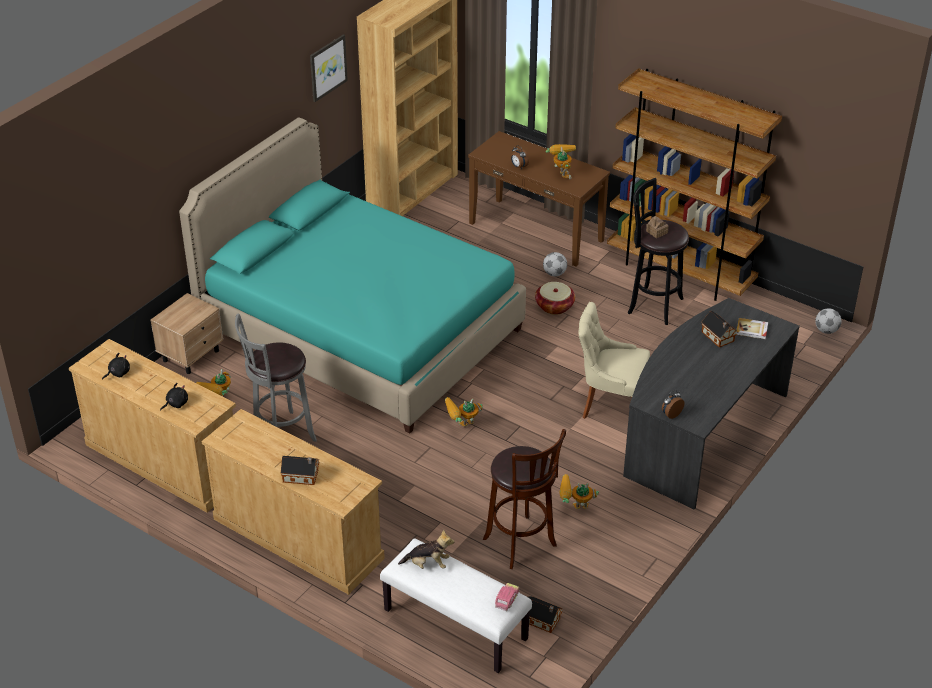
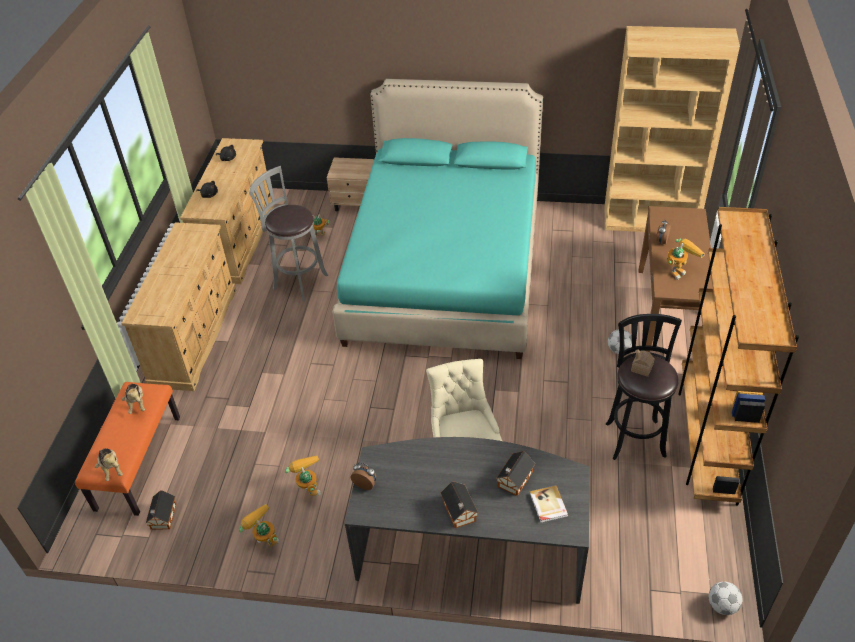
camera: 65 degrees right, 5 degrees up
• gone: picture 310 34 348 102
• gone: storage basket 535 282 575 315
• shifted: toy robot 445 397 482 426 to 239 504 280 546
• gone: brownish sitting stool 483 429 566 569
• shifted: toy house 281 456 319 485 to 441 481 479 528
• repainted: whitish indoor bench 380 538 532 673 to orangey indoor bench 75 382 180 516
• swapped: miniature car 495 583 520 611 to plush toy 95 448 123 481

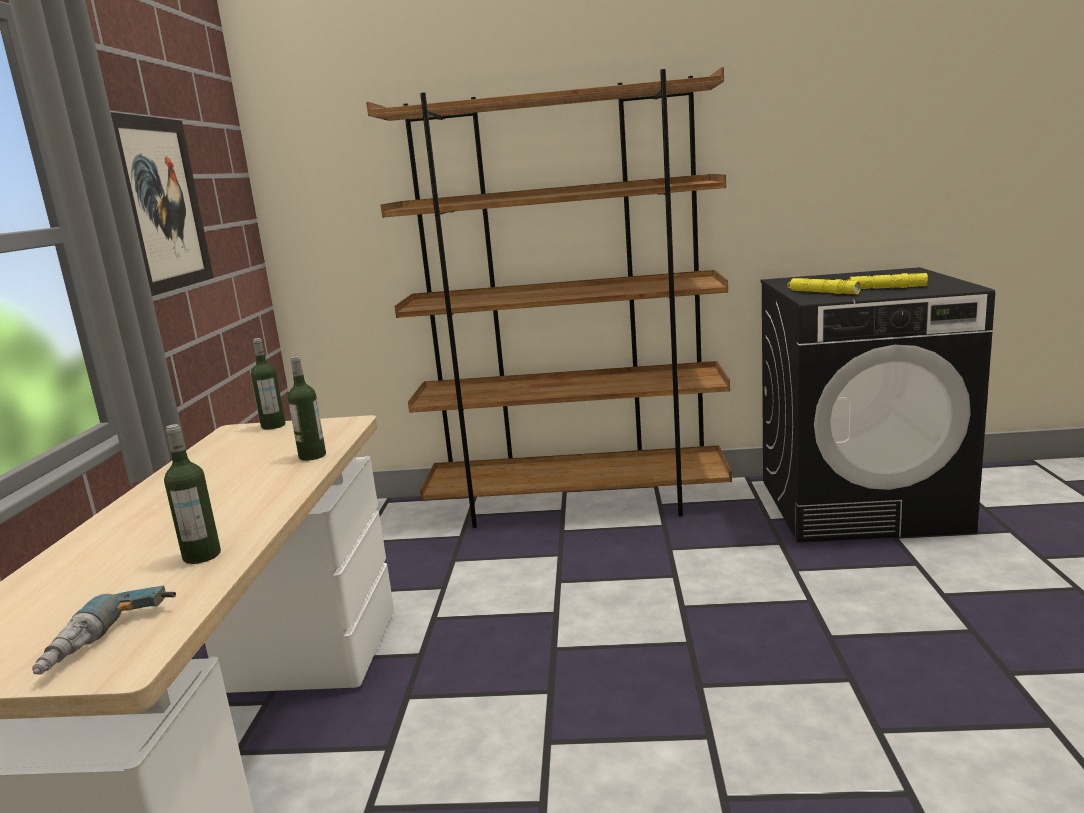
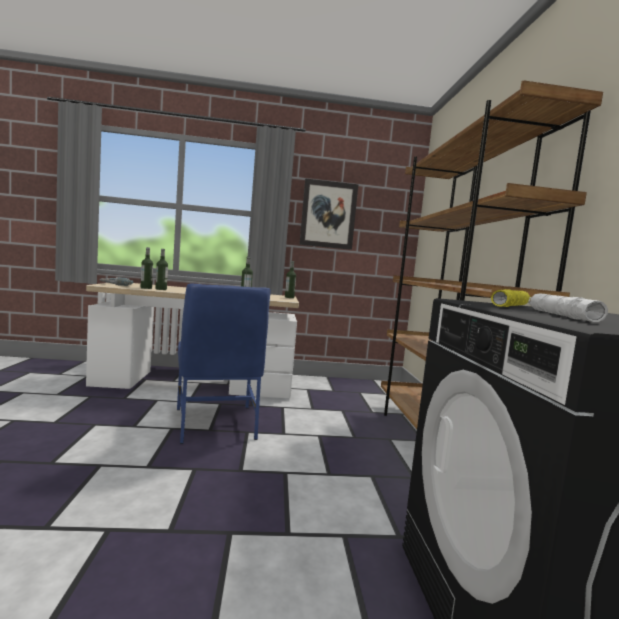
camera: 80 degrees right, 10 degrees down
• repainted: yellow-coloured torch 847 273 928 289 to whitish torch 528 293 608 322
• new: beverage bottle 141 247 153 289
• new: blue upright chair 177 284 271 444

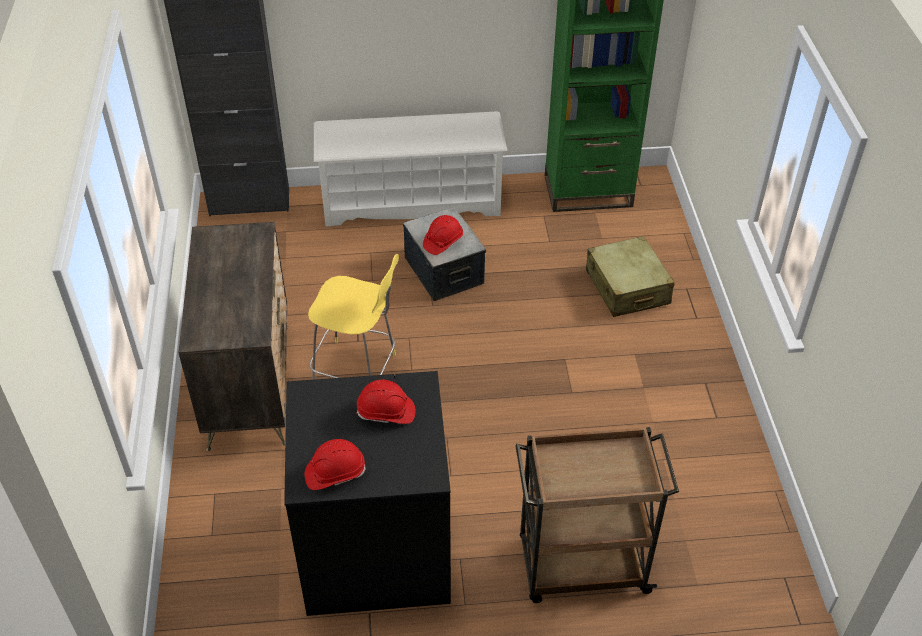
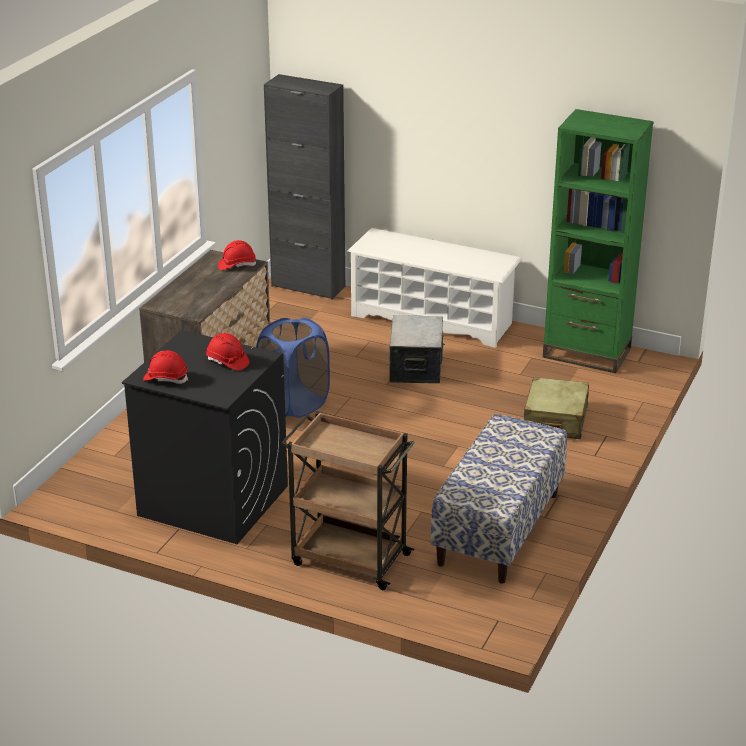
camera: 30 degrees right, 15 degrees down
• shifted: red-coloured hard hat 423 215 463 255 to 218 240 256 270
• swapped: yellow-coloured sitting stool 308 254 399 380 to blue laundry basket 256 318 330 418
• new: indoor bench 431 414 567 584

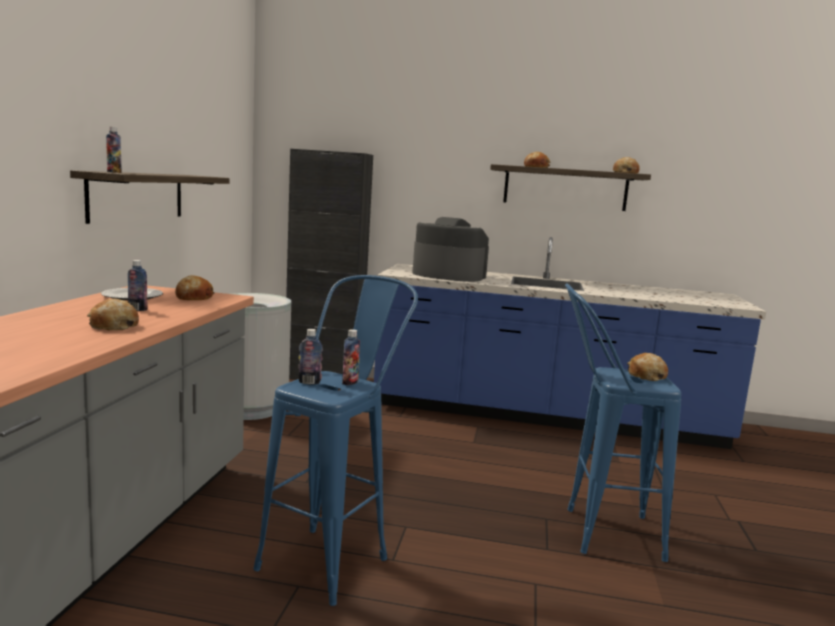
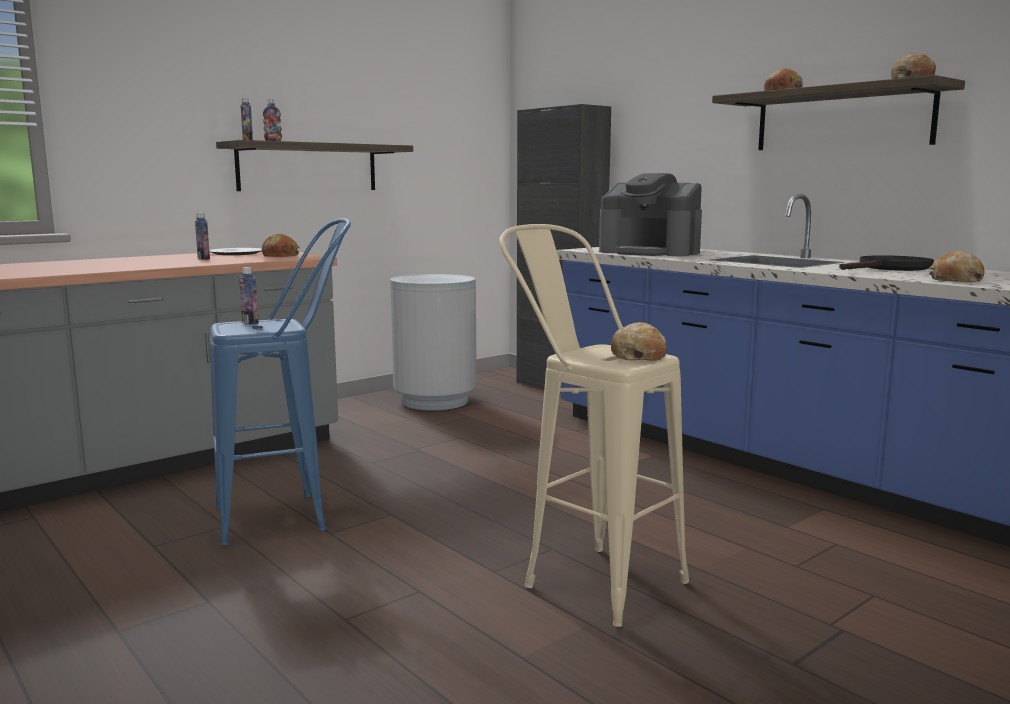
camera: 40 degrees right, 0 degrees up
• rotated: coffee brewer 413 217 489 282 = 599 173 702 256 150 degrees clockwise
• repainted: blue sitting stool 565 283 681 562 to beige-coloured sitting stool 499 224 689 627
• shifted: bread 87 299 139 330 to 929 251 985 282
• shifted: beverage bottle 342 329 360 385 to 263 99 282 141
• new: black-coloured skillet 839 255 934 271

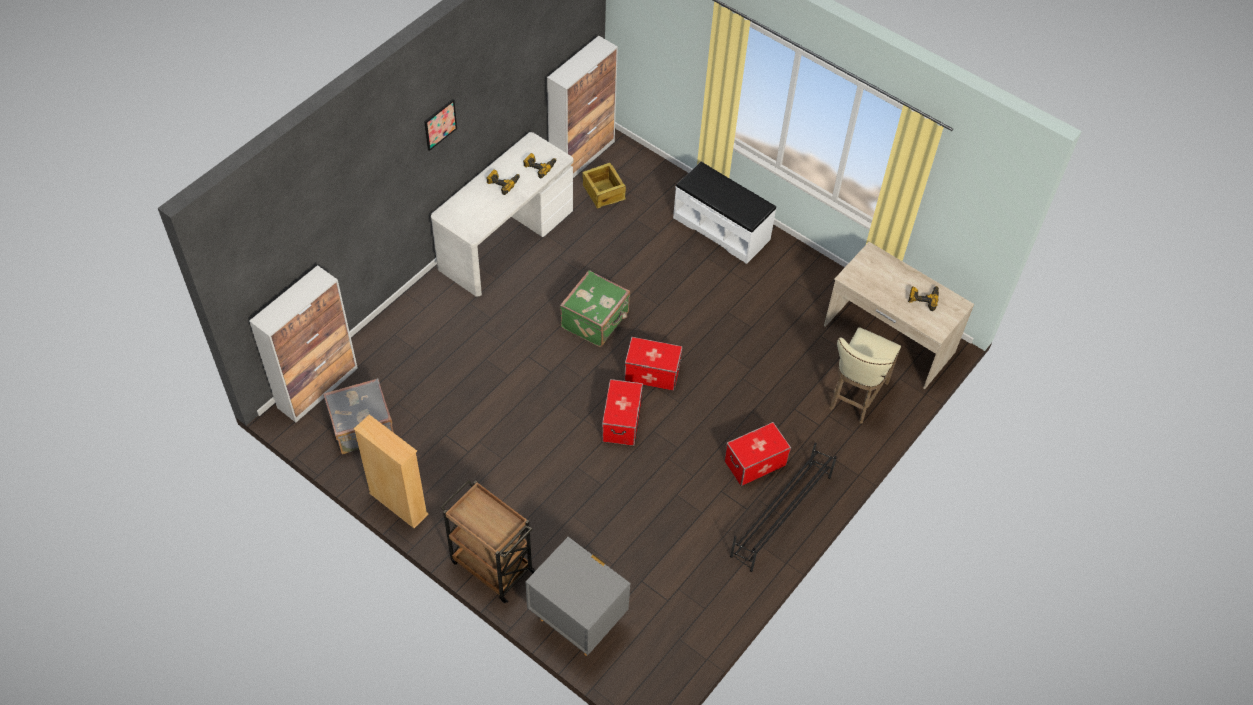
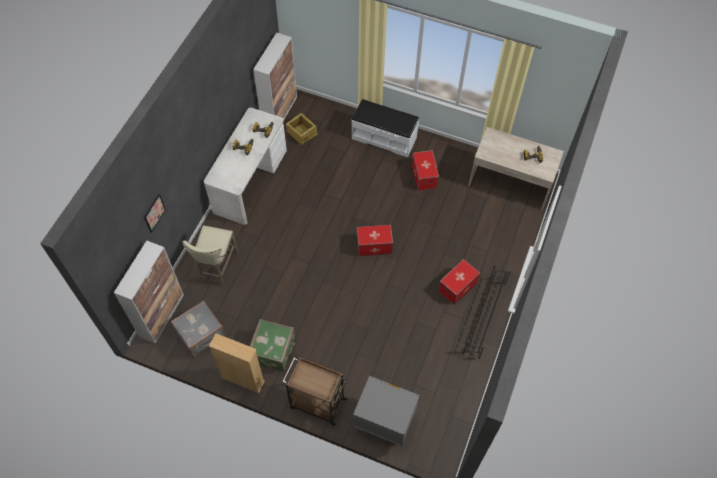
camera: 15 degrees left, 5 degrees up
• shifted: picture 424 99 457 151 to 144 194 166 233
• shifted: green-coloured piece of luggage 560 270 630 347 to 250 319 296 371
• shifted: beige-coloured sitting stool 829 327 901 424 to 182 225 238 286
• shifted: storage bin 602 379 643 446 to 412 150 439 191

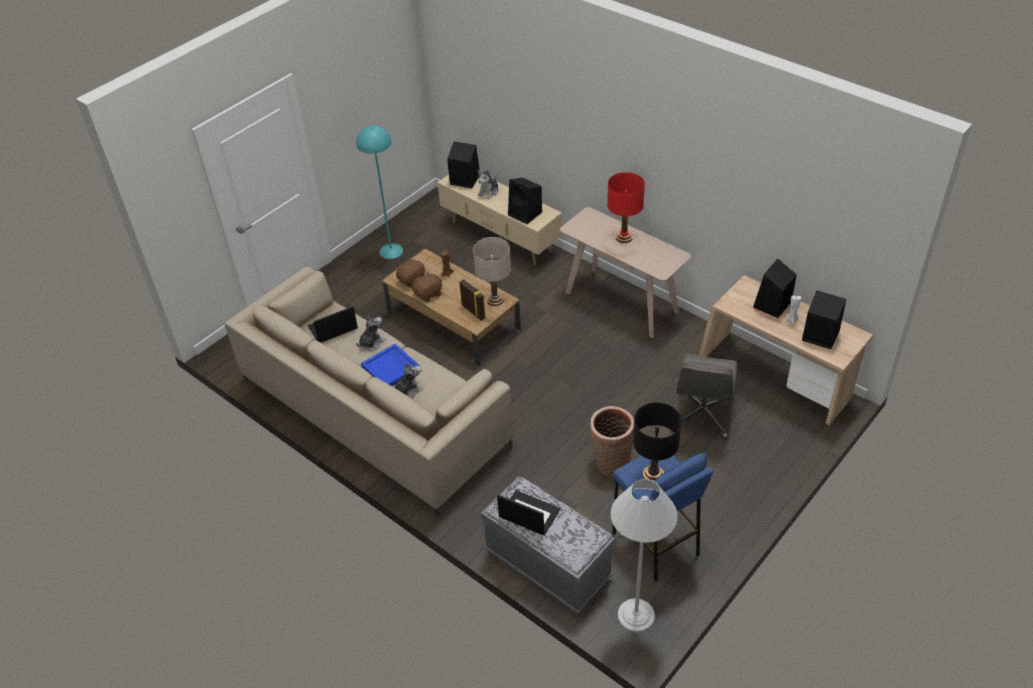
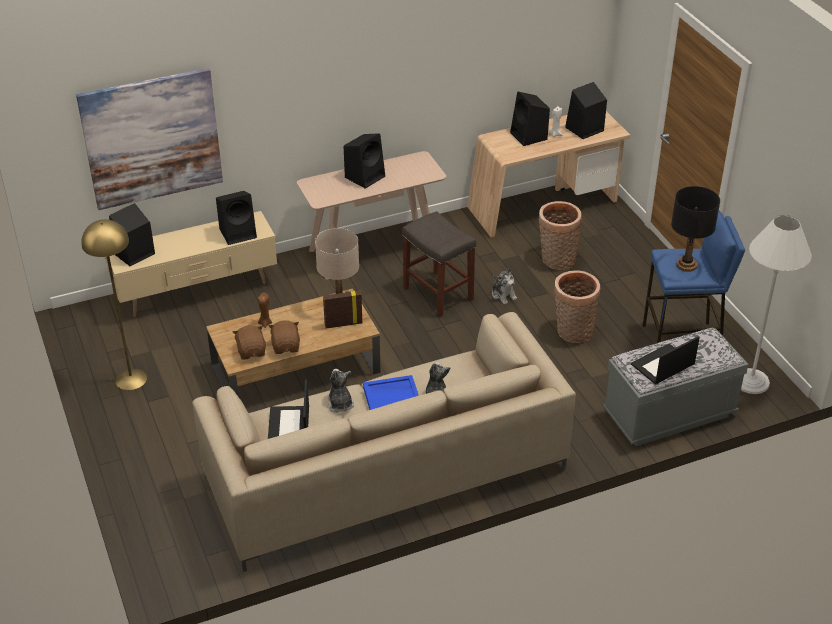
camera: 65 degrees left, 5 degrees down
• repainted: blue-green standard lamp 356 125 403 259 to yellow-coloured standard lamp 81 219 147 390
• shifted: plush toy 478 170 499 199 to 492 268 517 304
• swapped: red-coloured lamp for a table 607 172 645 243 to black-coloured loudspeaker 344 133 385 189
• swapped: gray office chair 676 353 738 439 to storage basket 538 201 582 270
• new: picture 76 68 223 210
• new: gray sitting stool 402 211 476 317

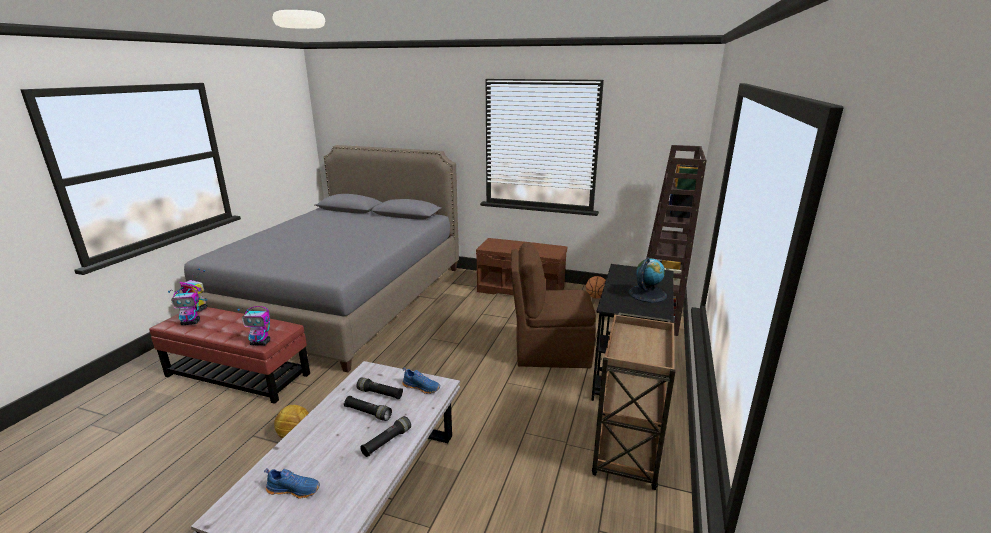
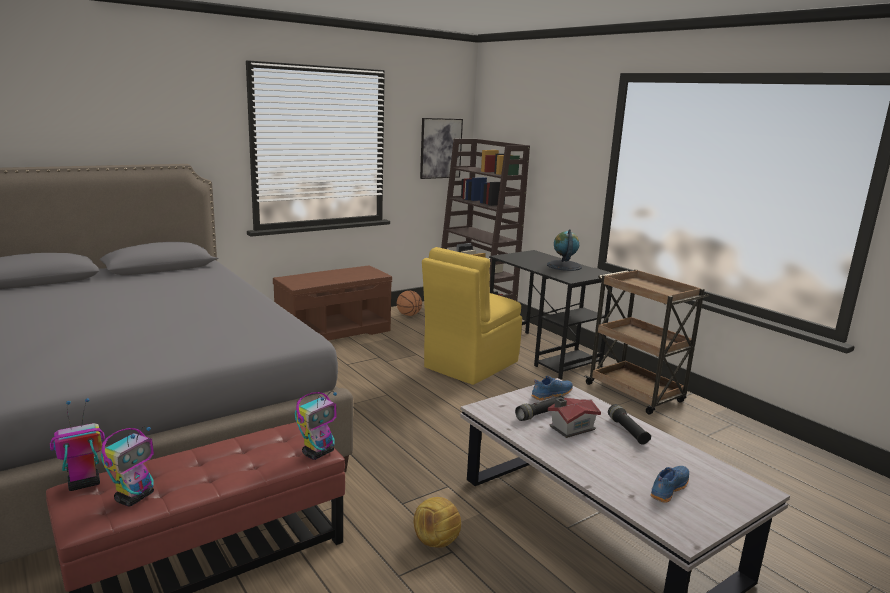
camera: 55 degrees left, 5 degrees down
• repainted: brownish upright chair 511 242 596 368 to yellow-coloured upright chair 422 247 522 385
• swapped: black-coloured torch 344 396 392 421 to toy house 548 398 601 438
• new: picture 420 118 463 179

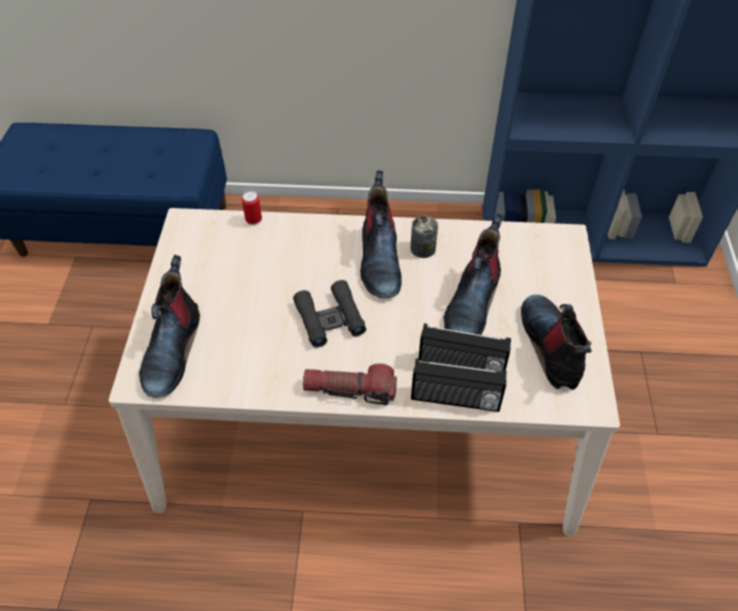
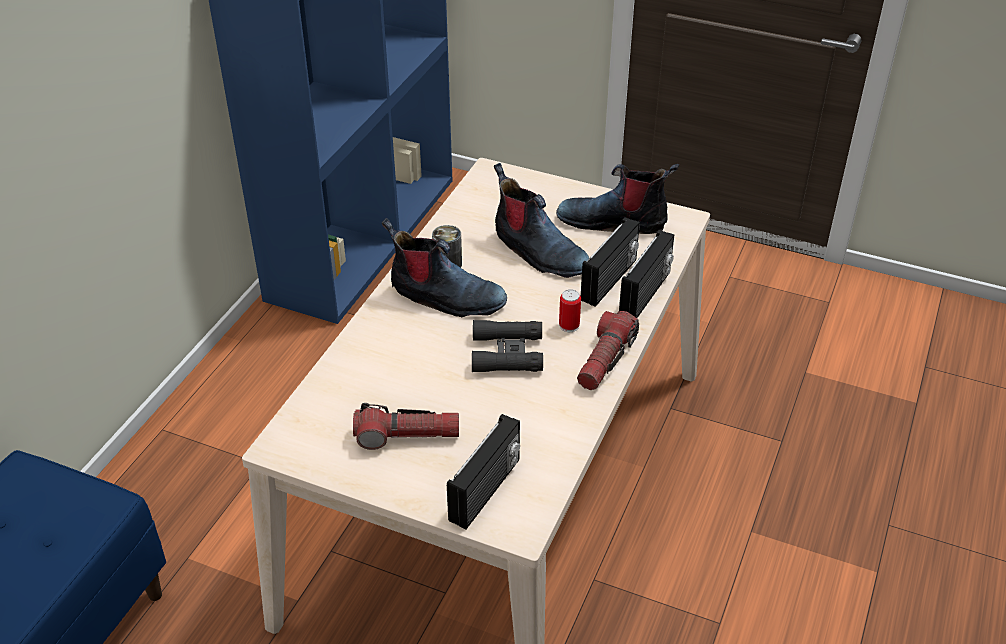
camera: 70 degrees left, 10 degrees down
• shifted: metal can 242 191 262 226 to 559 289 581 332
• swapped: high-top boot 139 255 200 398 to radio set 447 414 520 530
• new: torch 353 403 459 450

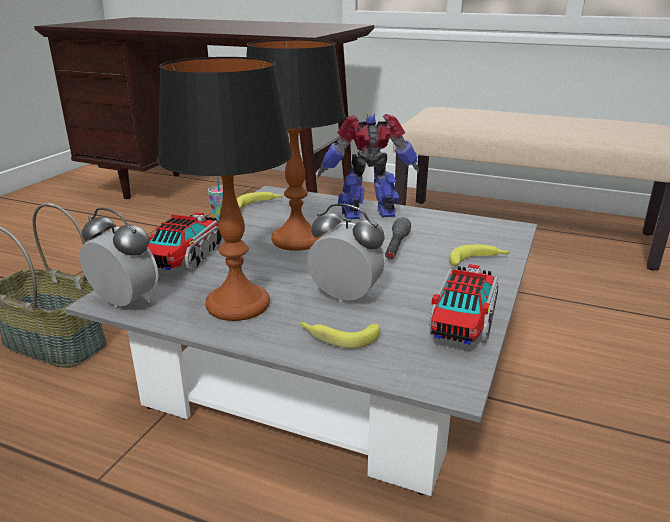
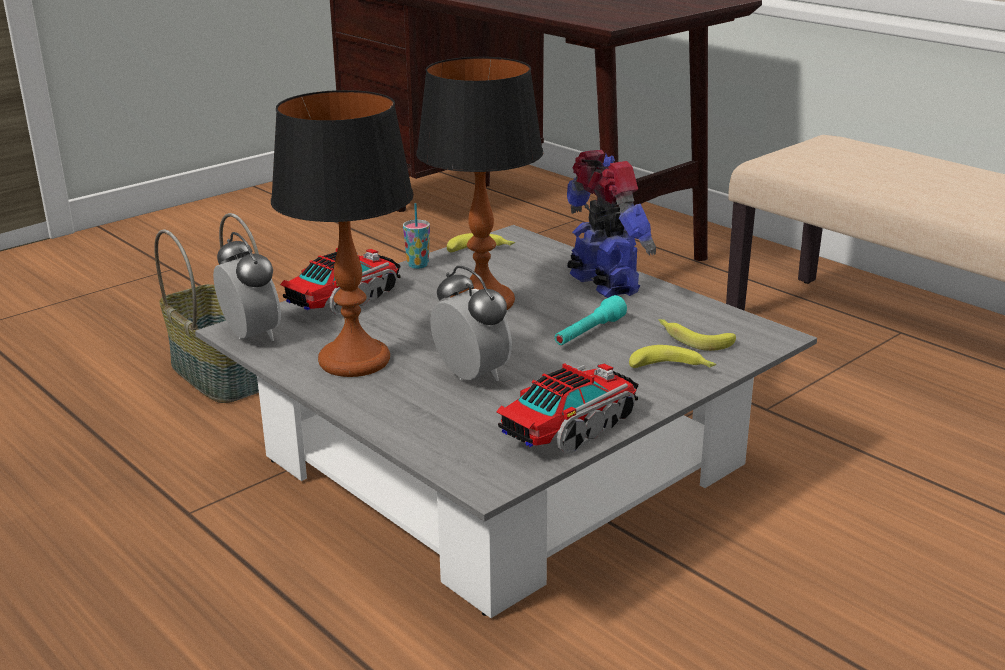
camera: 25 degrees right, 0 degrees up
• rotated: toy robot 318 113 419 219 = 567 150 656 298 45 degrees clockwise
• repainted: gray torch 385 217 411 260 to blue-green torch 555 295 627 345
• shifted: whole banana 299 322 380 349 to 659 319 736 351

